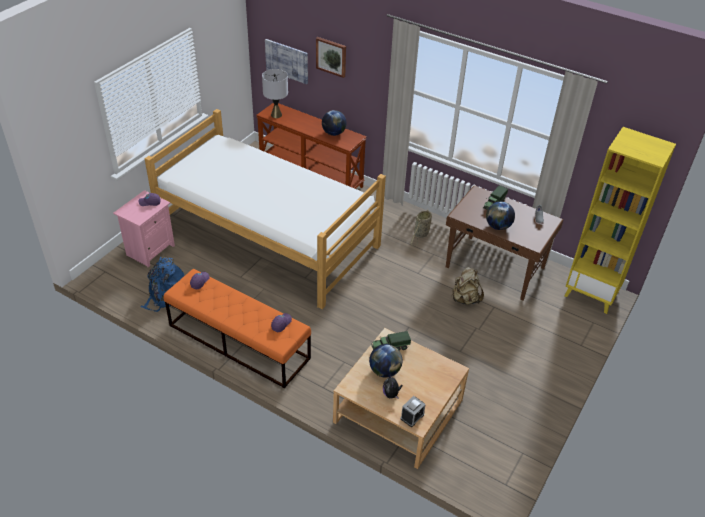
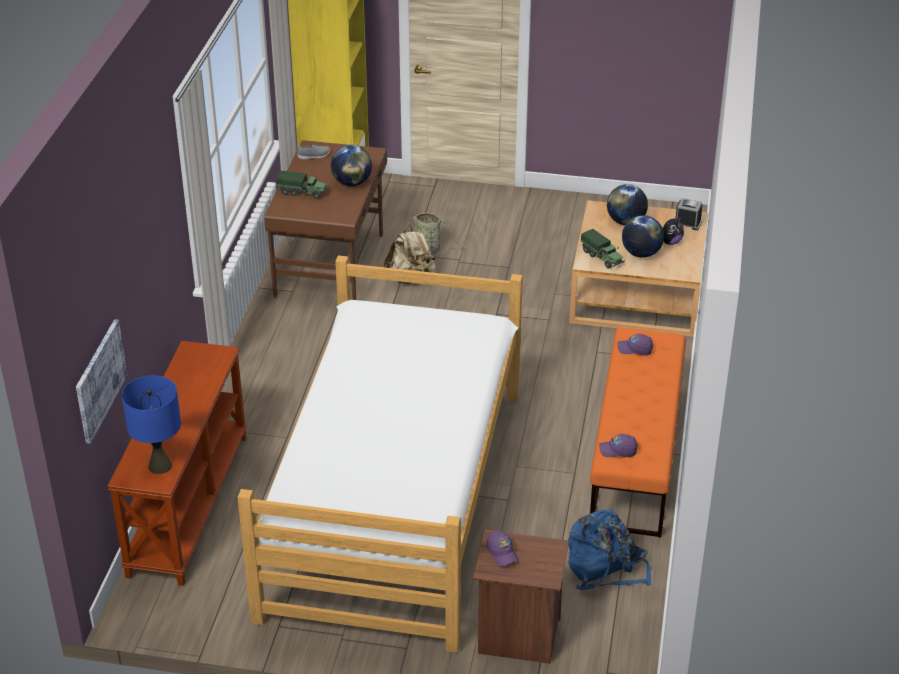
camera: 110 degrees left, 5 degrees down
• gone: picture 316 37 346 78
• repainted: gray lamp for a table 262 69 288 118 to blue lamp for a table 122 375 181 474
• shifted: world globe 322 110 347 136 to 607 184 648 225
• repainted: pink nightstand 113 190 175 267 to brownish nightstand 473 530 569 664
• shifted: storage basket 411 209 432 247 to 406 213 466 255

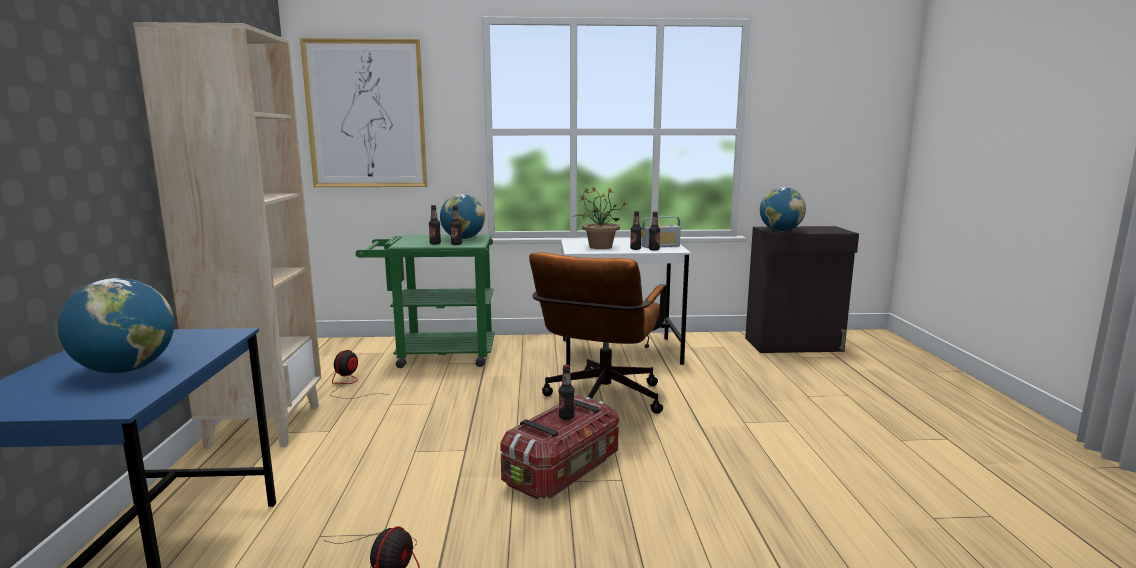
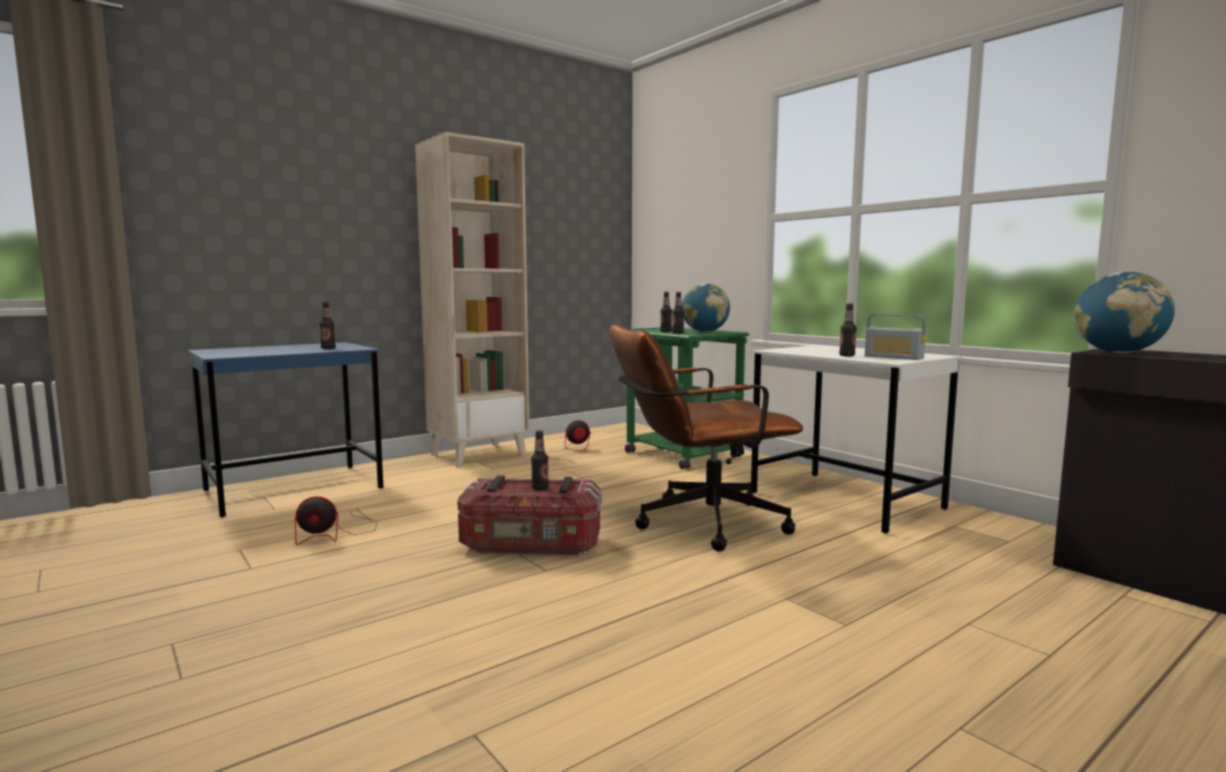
camera: 55 degrees right, 5 degrees down
• gone: picture 300 38 427 187
• gone: plant in a pot 571 186 628 249
• shifted: beverage bottle 649 211 660 251 to 320 302 335 349
• gone: world globe 58 278 174 373

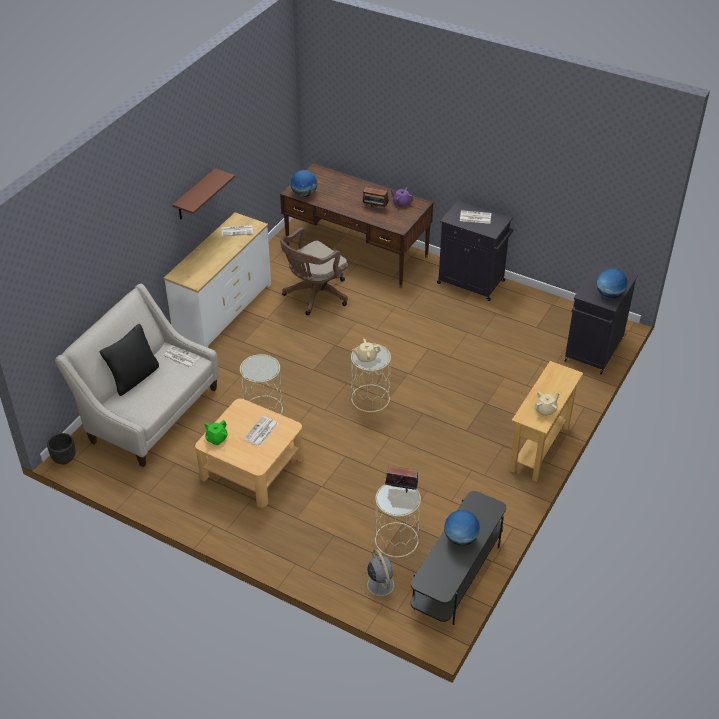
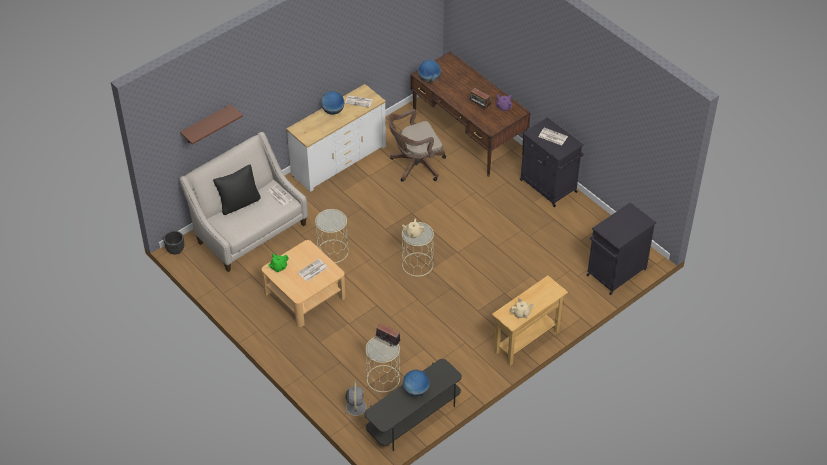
camera: 20 degrees right, 5 degrees up
• shifted: brownish bracket shelf 173 168 235 220 to 180 104 243 145
• shifted: world globe 597 269 628 299 to 321 91 344 115

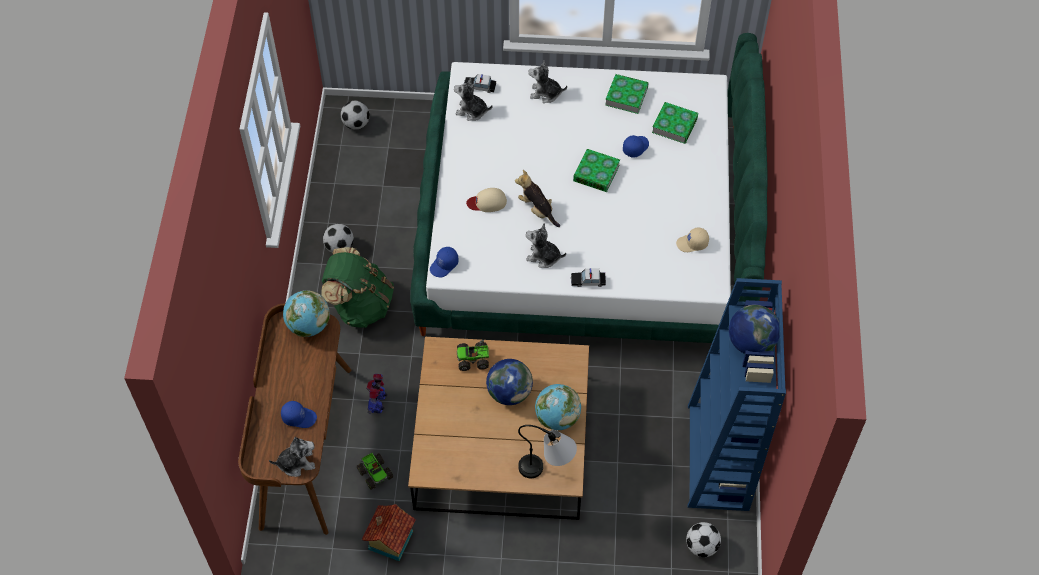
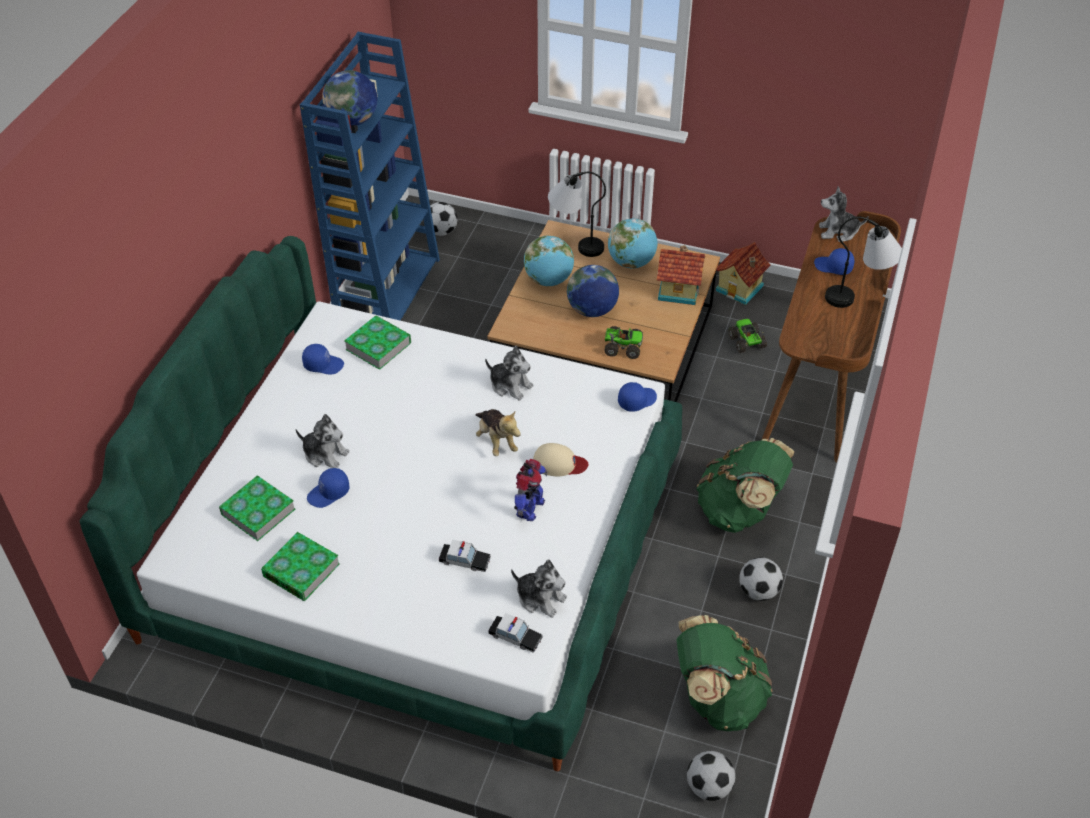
camera: 165 degrees left, 10 degrees down
• shifted: plush toy 528 60 567 103 to 296 414 349 468
• shifted: book 573 149 620 192 to 344 315 411 370
• repainted: beige-coloured baseball cap 676 227 709 252 to blue baseball cap 302 344 344 375
• shifted: miniature car 571 268 606 287 to 439 540 491 572
• shifted: world globe 283 290 330 337 to 608 219 657 268
• shifted: toy robot 366 374 387 414 to 514 459 548 521
• new: lamp for a table 825 216 902 308
• new: toy house 657 245 705 305
• new: green-coloured rucksack 677 615 772 731

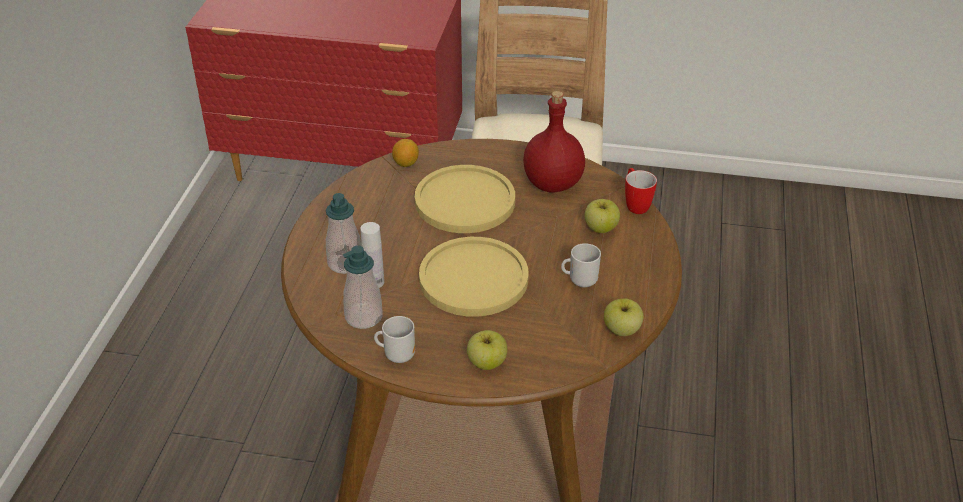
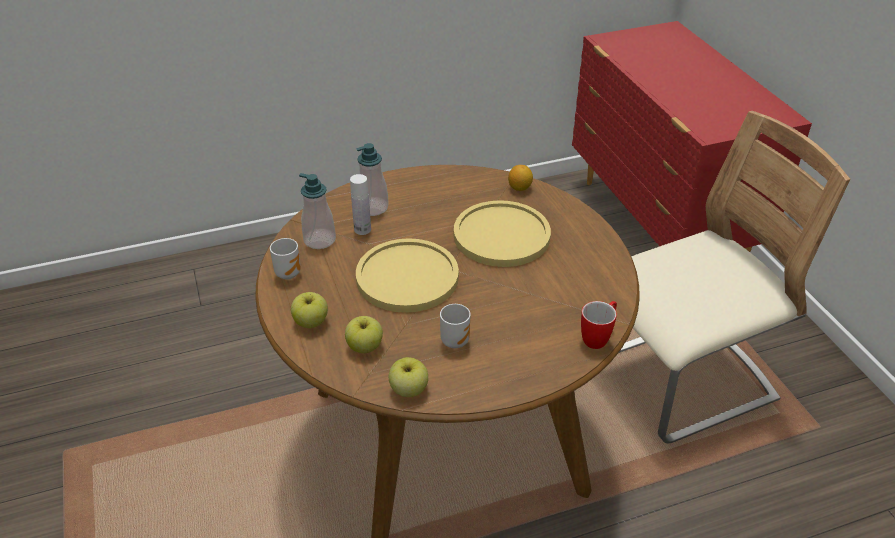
camera: 60 degrees right, 0 degrees up
• gone: red-coloured beverage bottle 523 91 585 192
• shifted: apple fruit 585 199 620 233 to 345 316 383 353

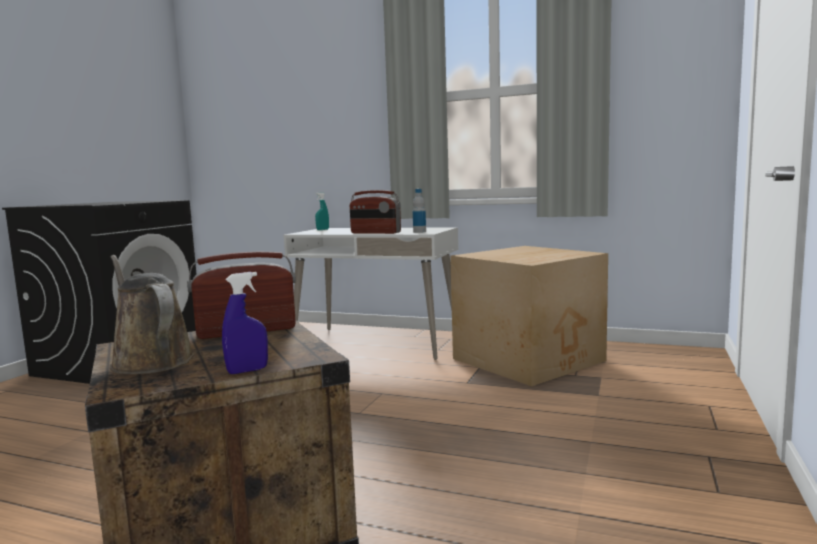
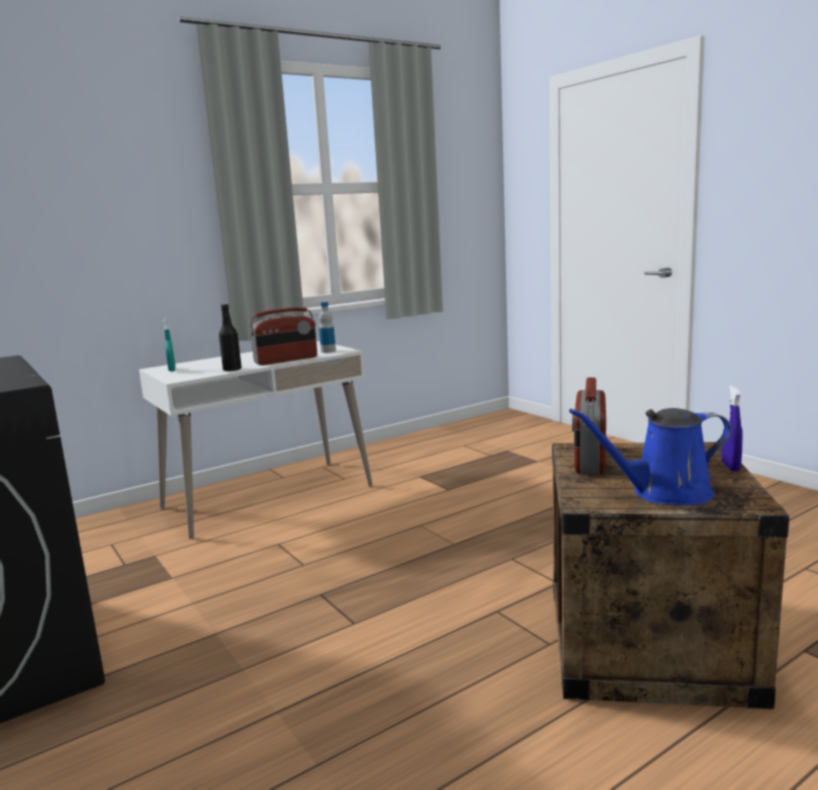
camera: 55 degrees left, 5 degrees up
• gone: cardboard box 450 246 608 386
• repainted: brownish watering pot 110 255 194 374 to blue watering pot 569 408 732 506
• new: black-coloured beverage bottle 219 304 242 371

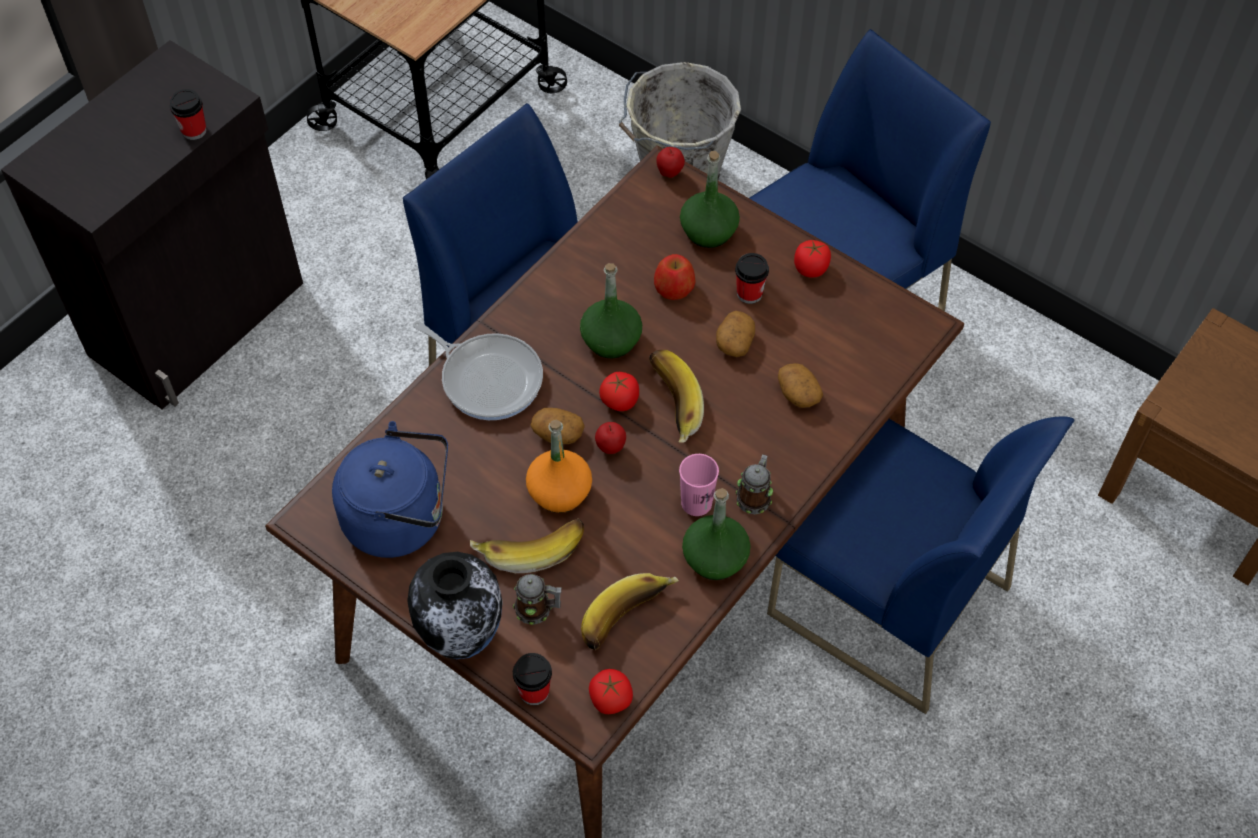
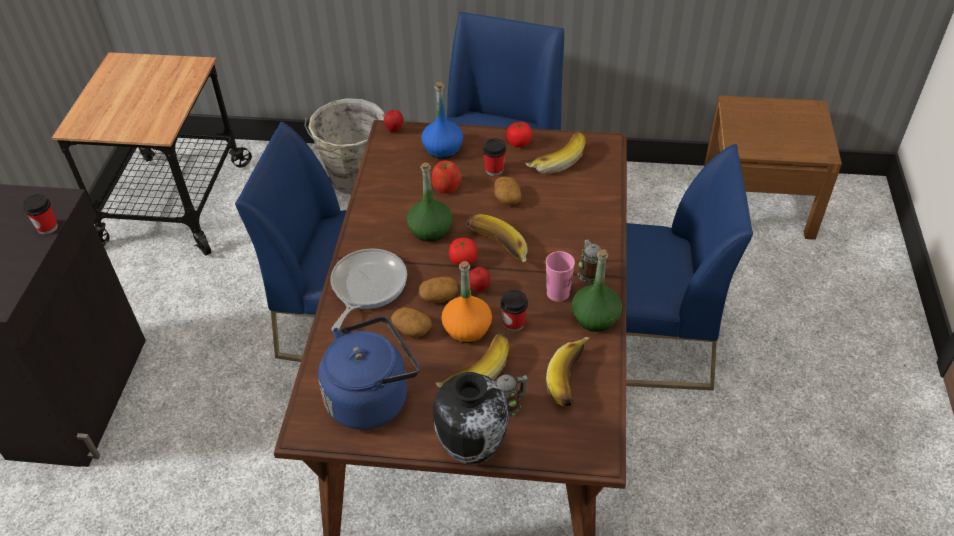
camera: 30 degrees left, 10 degrees down
• repainted: green-coloured beverage bottle 680 151 740 248 to blue beverage bottle 421 82 463 159
• rotated: skillet 413 321 543 420 = 330 248 407 331 75 degrees counterclockwise
• shifted: whole potato 778 363 823 408 to 391 307 432 337
• shifted: drinking cup 513 653 552 705 to 500 290 528 332
• gone: tomato 589 669 633 714
• new: whole banana 525 131 586 173

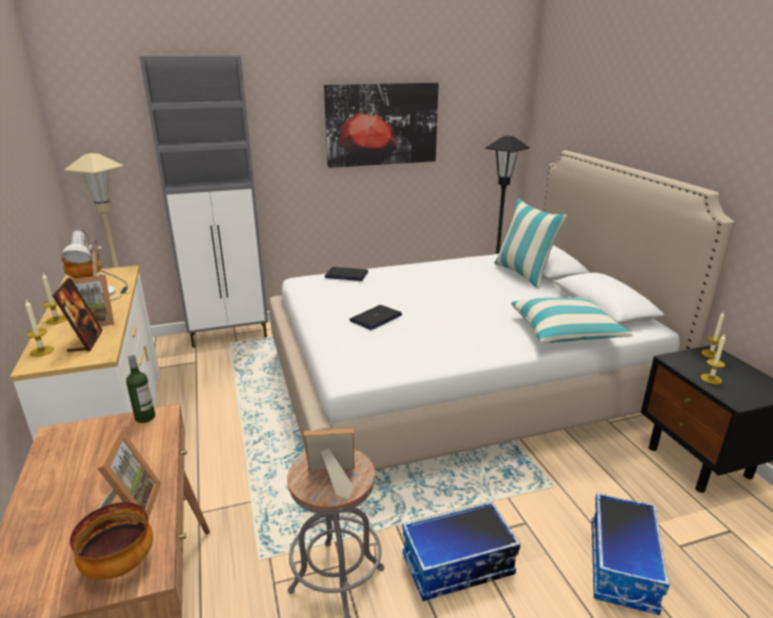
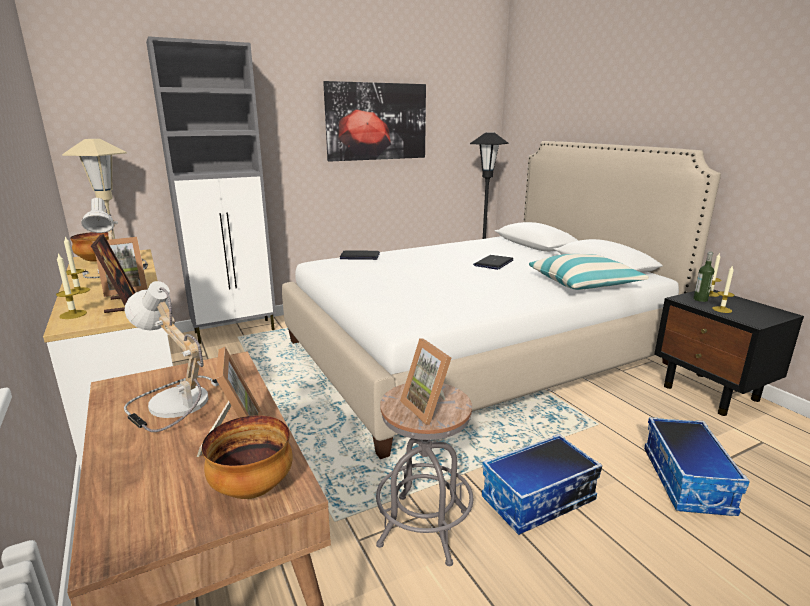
camera: 10 degrees left, 5 degrees down
• gone: throw pillow 494 199 567 289
• shifted: notebook computer 349 305 402 330 to 473 255 513 270
• shifted: beverage bottle 126 353 155 423 to 693 252 714 302
• rotated: photo frame 304 428 355 499 = 400 338 451 425 105 degrees counterclockwise
• new: lamp for a table 124 281 219 432

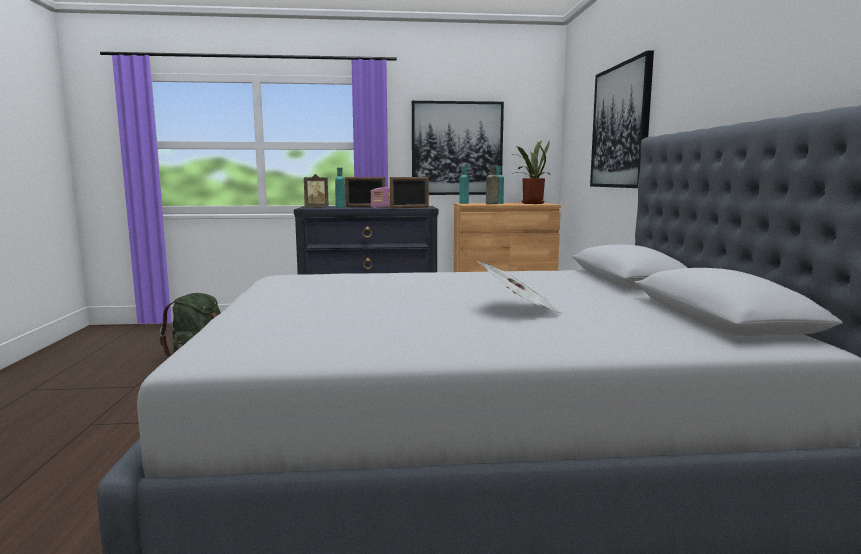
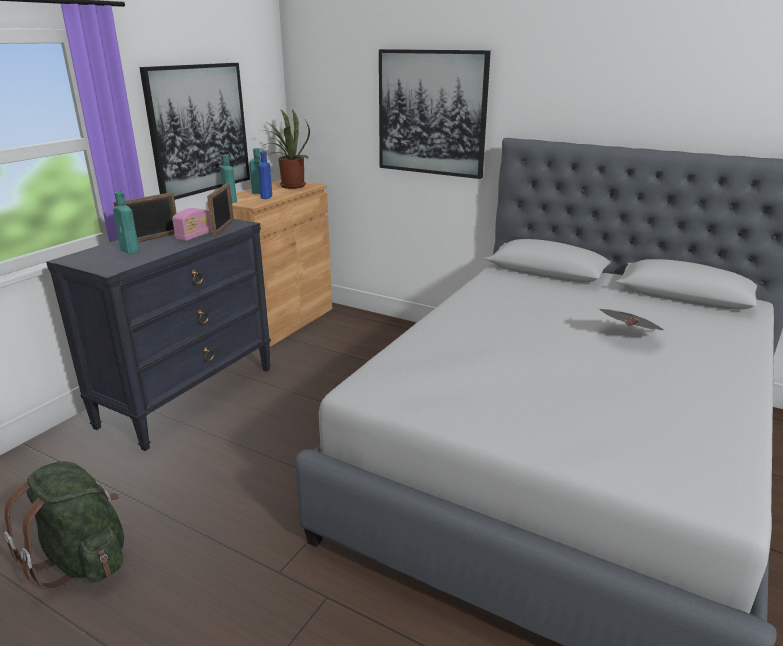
camera: 55 degrees left, 15 degrees up
• repainted: brownish beverage bottle 486 166 499 204 to blue beverage bottle 258 151 272 199
• gone: photo frame 304 174 329 208

